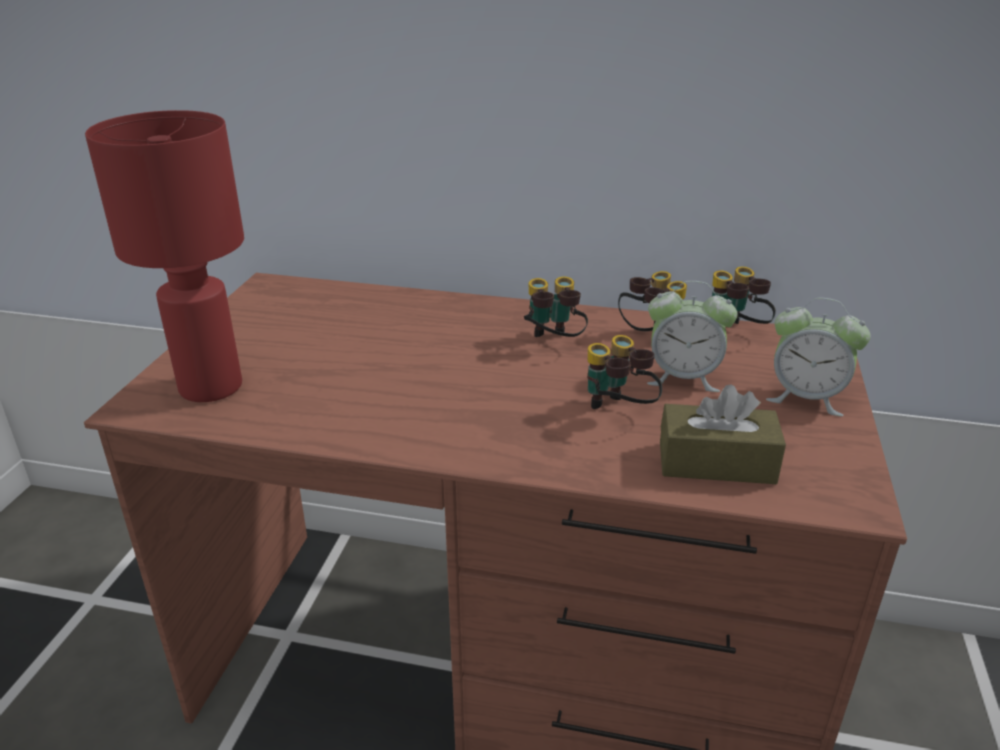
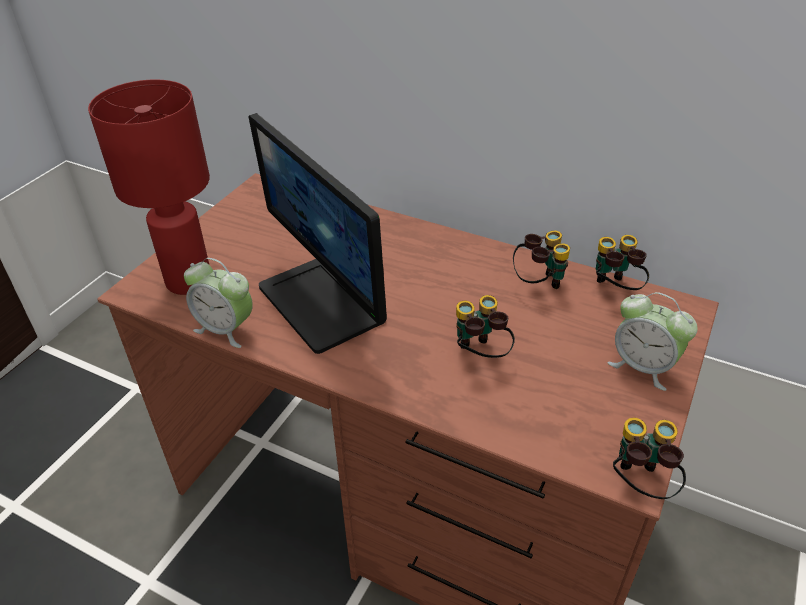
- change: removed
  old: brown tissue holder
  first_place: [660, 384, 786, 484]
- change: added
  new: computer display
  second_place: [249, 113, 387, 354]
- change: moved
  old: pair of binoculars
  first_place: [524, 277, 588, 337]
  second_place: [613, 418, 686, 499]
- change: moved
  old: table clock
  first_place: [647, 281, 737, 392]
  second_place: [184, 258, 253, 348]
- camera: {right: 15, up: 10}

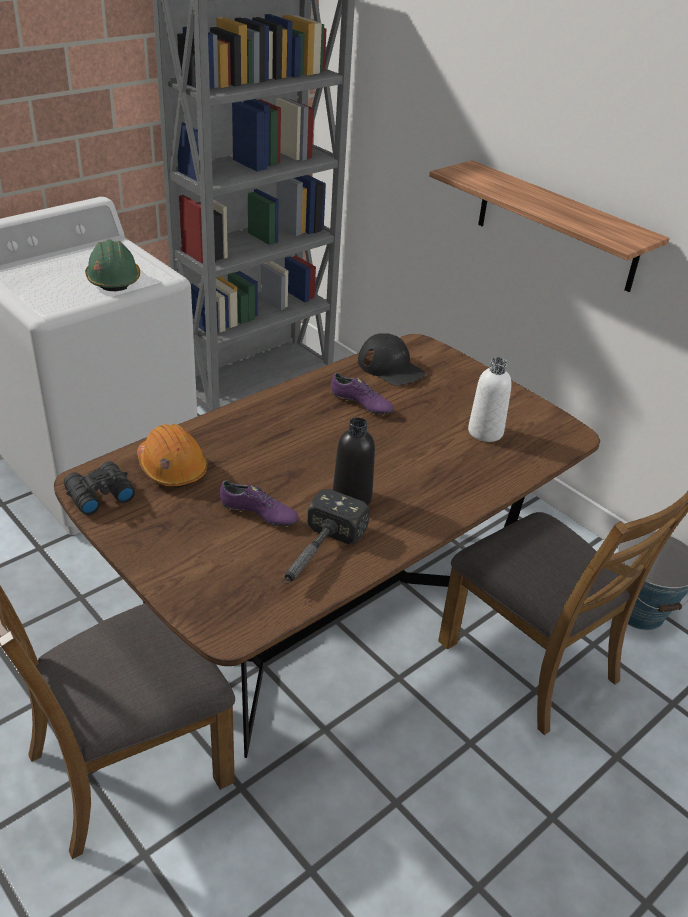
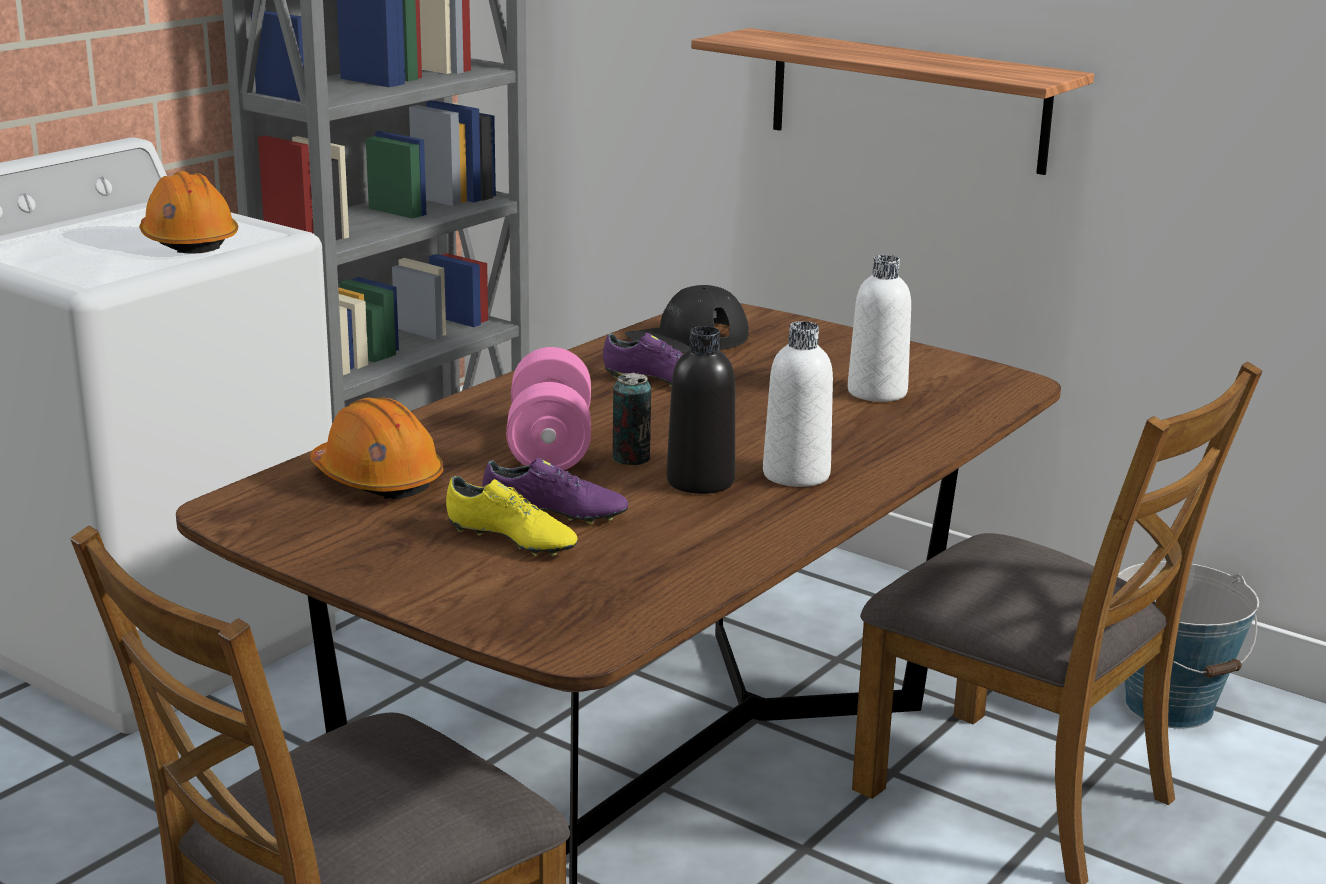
- change: removed
  old: blackish pair of binoculars
  first_place: [64, 461, 135, 515]
- change: removed
  old: tool hammer
  first_place: [282, 489, 370, 584]
- change: added
  new: yellow shoe
  second_place: [446, 476, 578, 556]
- change: added
  new: pink-coloured free weight
  second_place: [506, 347, 591, 470]
- change: added
  new: metal can
  second_place: [612, 373, 651, 465]
- change: added
  new: white drink bottle
  second_place: [763, 321, 833, 487]
- change: recoloured
  old: green-coloured work helmet
  new: orange-coloured work helmet
  first_place: [85, 239, 140, 291]
  second_place: [139, 171, 238, 254]
- change: turned
  old: blackish baseball cap
  first_place: [358, 333, 426, 386]
  second_place: [625, 285, 749, 353]
  degrees: 120
- camera: {right: -10, up: -15}

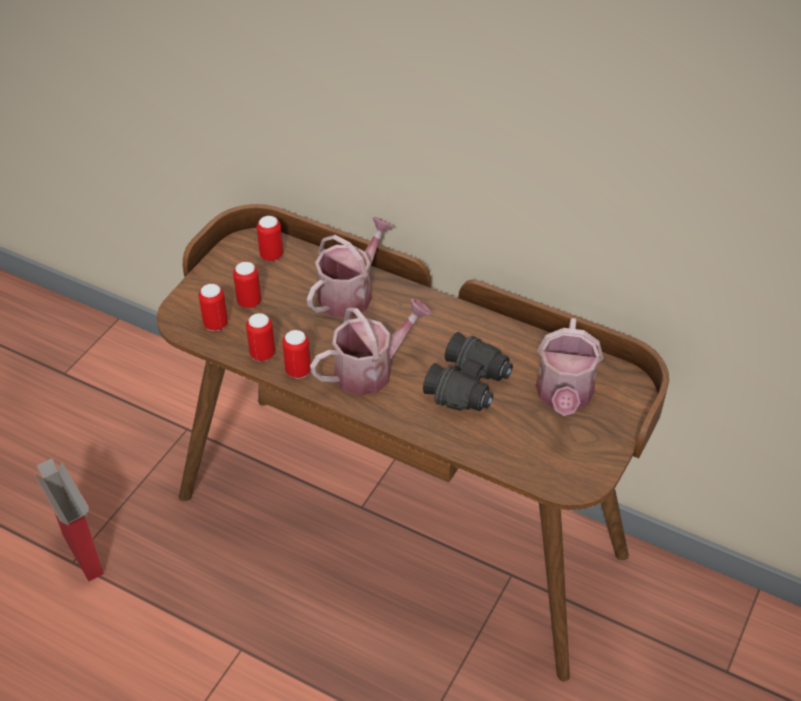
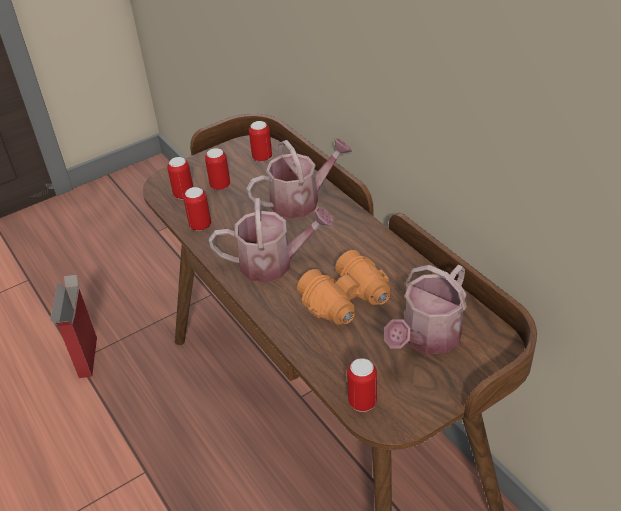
- change: moved
  old: metal can
  first_place: [282, 330, 311, 379]
  second_place: [347, 358, 377, 412]
- change: recoloured
  old: blackish pair of binoculars
  new: orange-coloured pair of binoculars
  first_place: [423, 332, 513, 411]
  second_place: [297, 250, 390, 325]
- camera: {right: 30, up: -5}

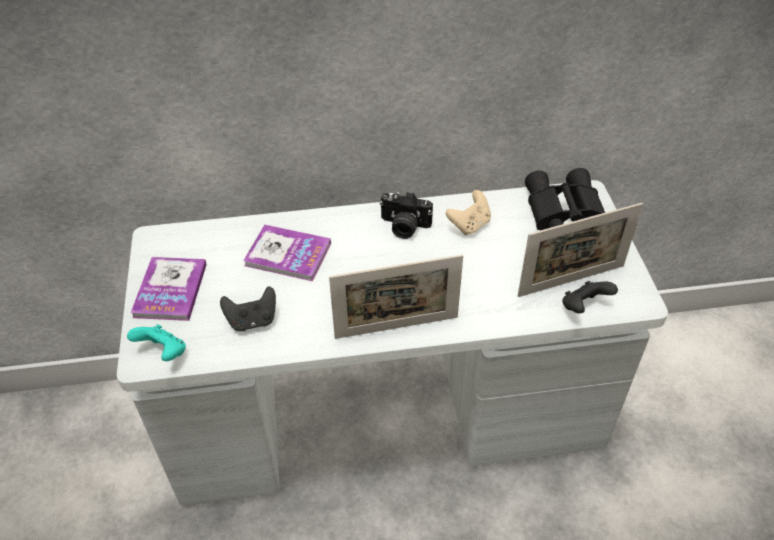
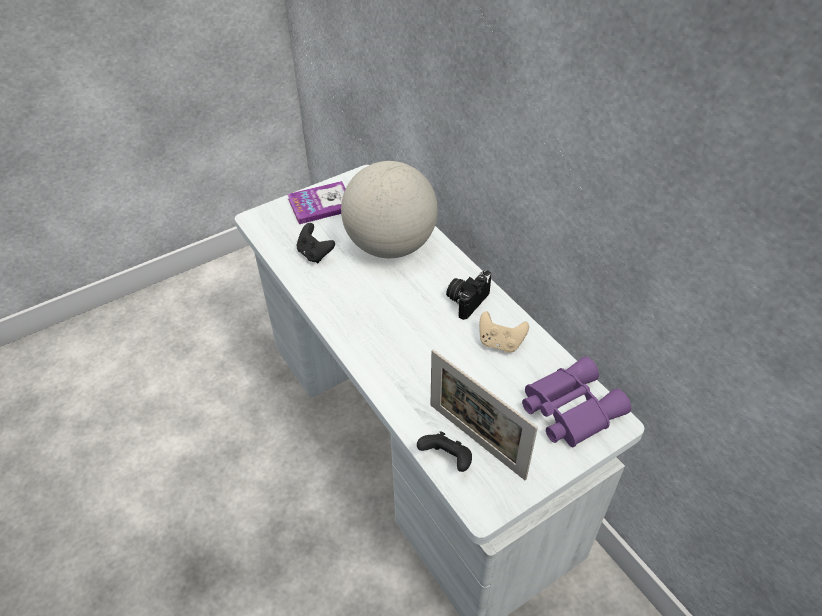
- change: removed
  old: blue-green joypad
  first_place: [127, 324, 186, 361]
- change: removed
  old: photo frame
  first_place: [329, 254, 463, 339]
- change: replaced
  old: volume
  new: world globe
  first_place: [243, 225, 331, 281]
  second_place: [341, 161, 438, 258]
- change: recoloured
  old: blackish pair of binoculars
  new: purple-coloured pair of binoculars
  first_place: [525, 168, 605, 230]
  second_place: [522, 356, 631, 448]
- change: turned
  old: photo camera
  first_place: [380, 192, 433, 239]
  second_place: [446, 270, 491, 320]
  degrees: 45
- camera: {right: 65, up: 0}

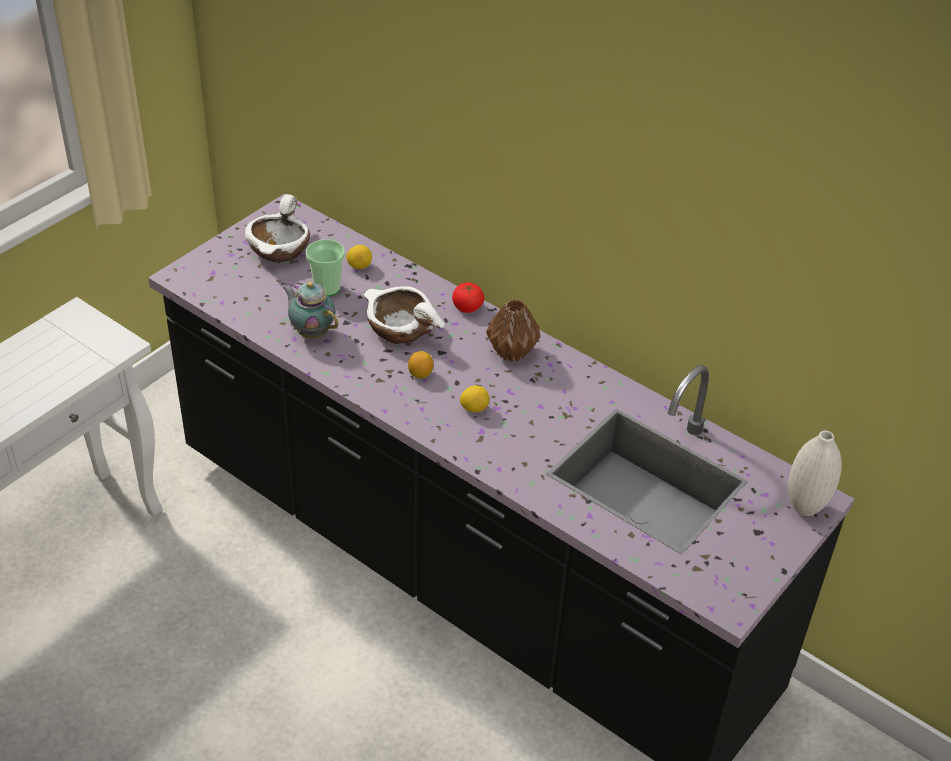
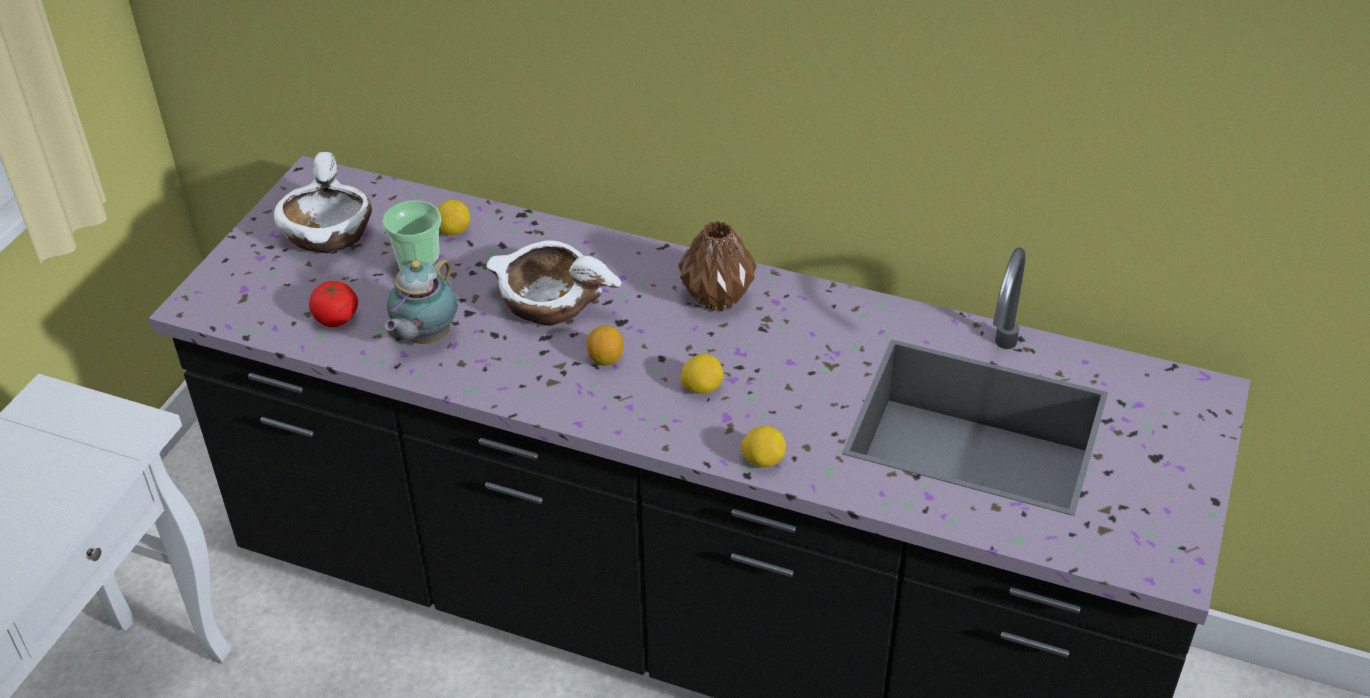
- change: removed
  old: white flower vase
  first_place: [788, 431, 842, 516]
- change: added
  new: citrus fruit
  second_place: [741, 426, 786, 467]
- change: moved
  old: whole tomato
  first_place: [452, 282, 484, 313]
  second_place: [309, 281, 358, 327]
- change: turned
  old: tea pot
  first_place: [282, 282, 338, 338]
  second_place: [385, 254, 457, 344]
  degrees: -90
- camera: {right: -15, up: 0}

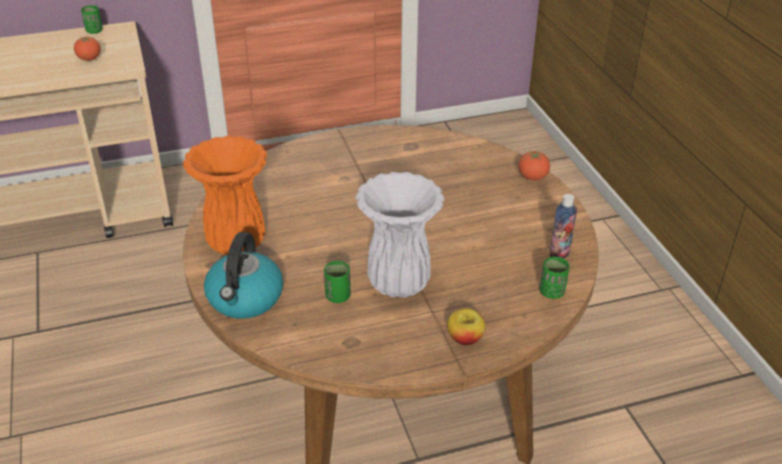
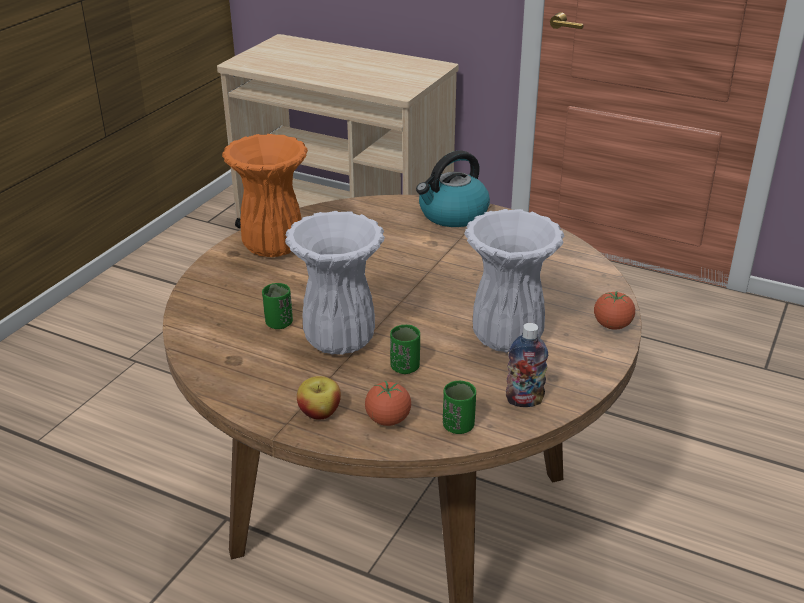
- change: added
  new: white flower vase
  second_place: [464, 209, 565, 353]
- change: moved
  old: whole tomato
  first_place: [74, 36, 101, 61]
  second_place: [365, 380, 411, 426]
- change: moved
  old: green-coloured drinking cup
  first_place: [81, 5, 102, 34]
  second_place: [390, 325, 420, 374]
- change: moved
  old: tea kettle
  first_place: [204, 232, 283, 319]
  second_place: [416, 151, 490, 227]
- camera: {right: 45, up: -5}

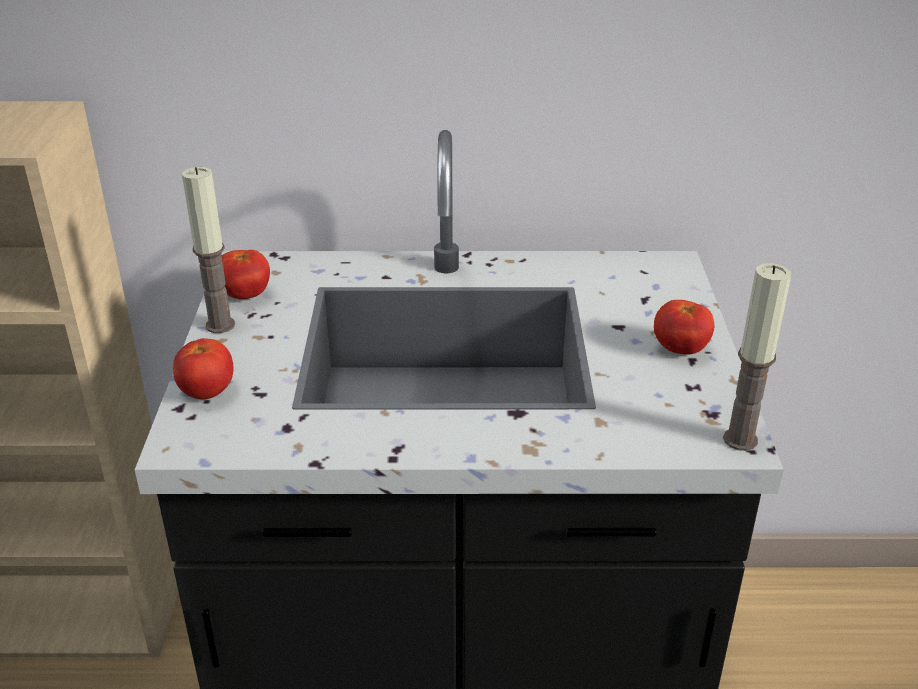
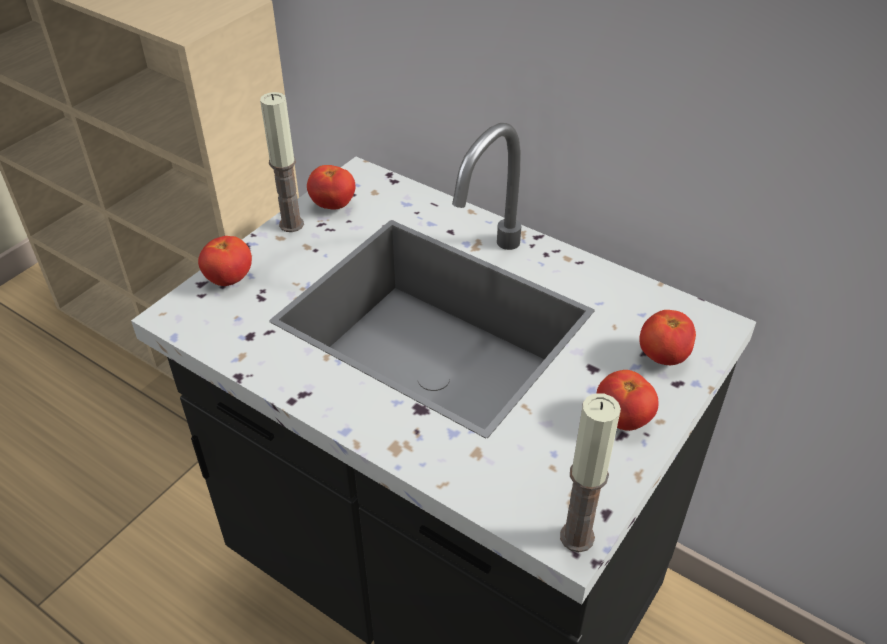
- change: added
  new: whole tomato
  second_place: [639, 310, 696, 365]
- camera: {right: 35, up: 10}

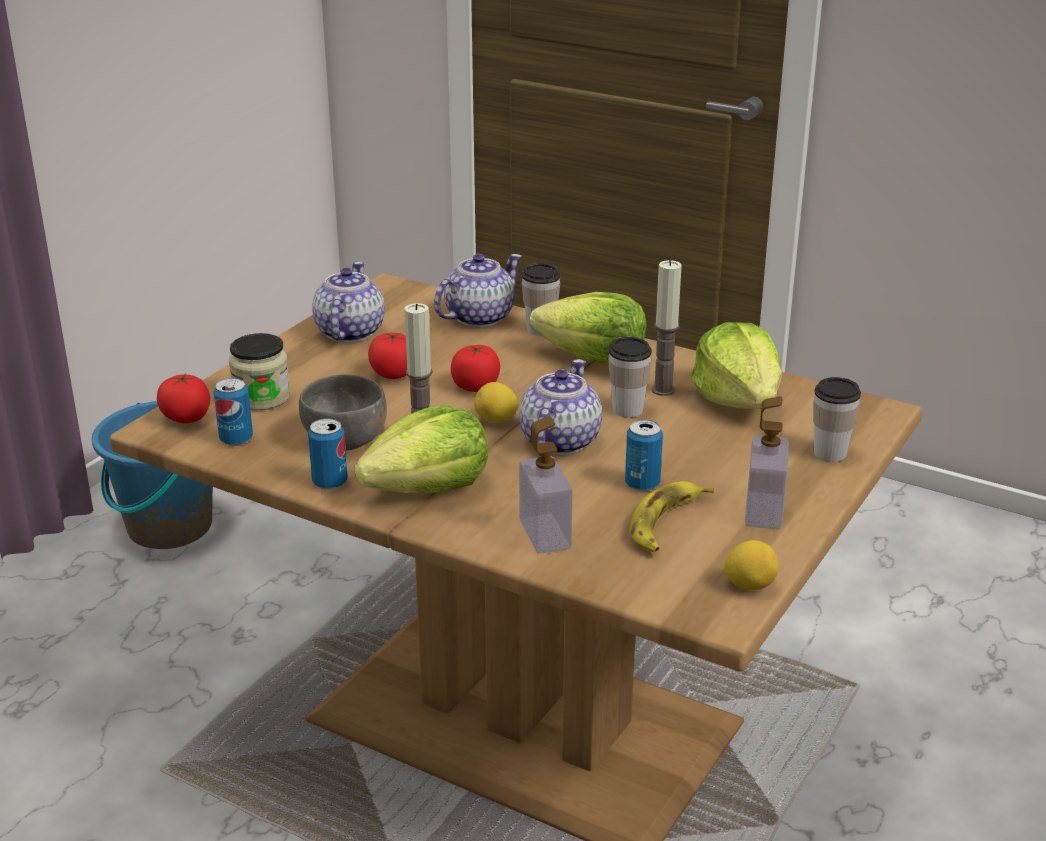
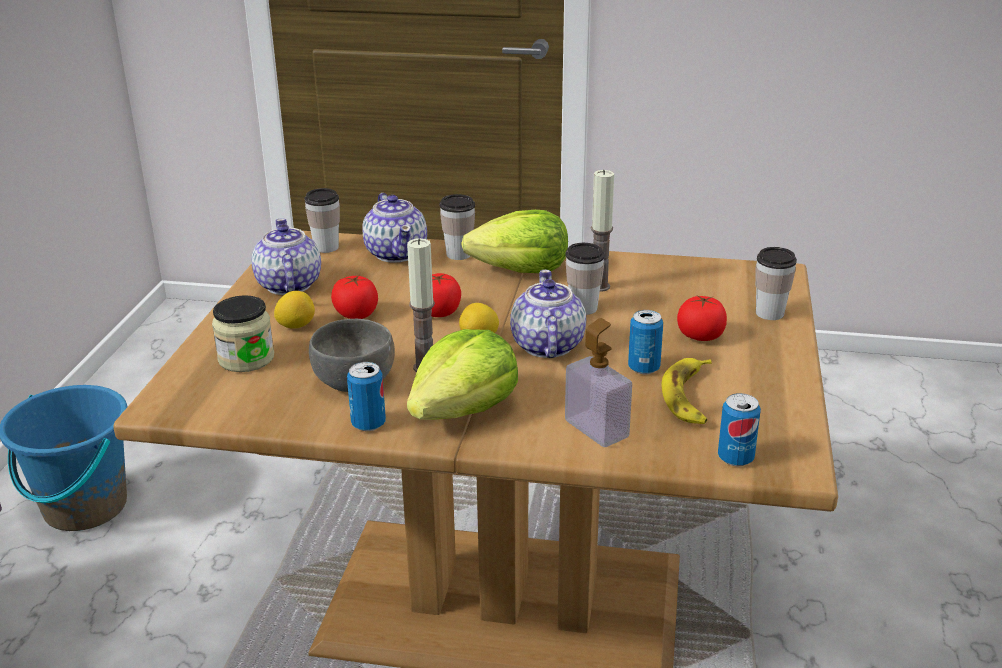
- change: removed
  old: lettuce
  first_place: [691, 322, 782, 409]
- change: removed
  old: soap dispenser
  first_place: [745, 396, 789, 529]
- change: added
  new: drinking cup
  second_place: [304, 188, 340, 253]
- change: moved
  old: whole tomato
  first_place: [157, 373, 210, 423]
  second_place: [677, 295, 727, 341]
- change: moved
  old: metal can
  first_place: [214, 378, 253, 446]
  second_place: [718, 393, 761, 466]
- change: moved
  old: citrus fruit
  first_place: [724, 540, 778, 590]
  second_place: [274, 291, 315, 329]
- change: turned
  old: tea pot
  first_place: [434, 254, 522, 327]
  second_place: [362, 193, 427, 263]
  degrees: 135
- camera: {right: -20, up: 0}

